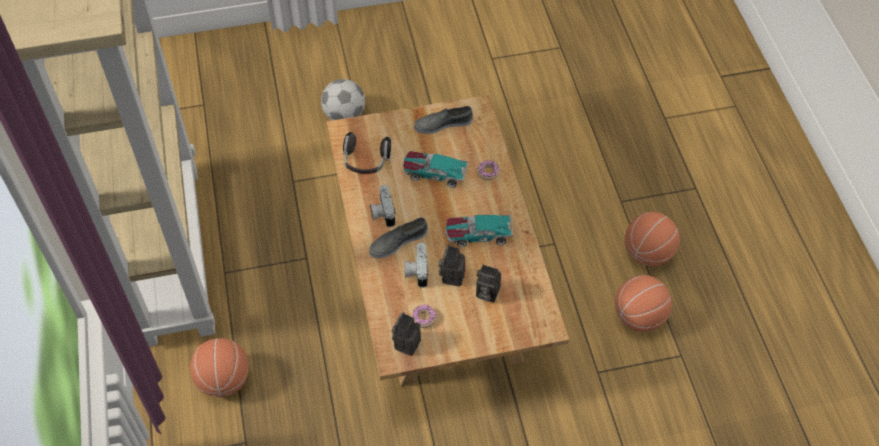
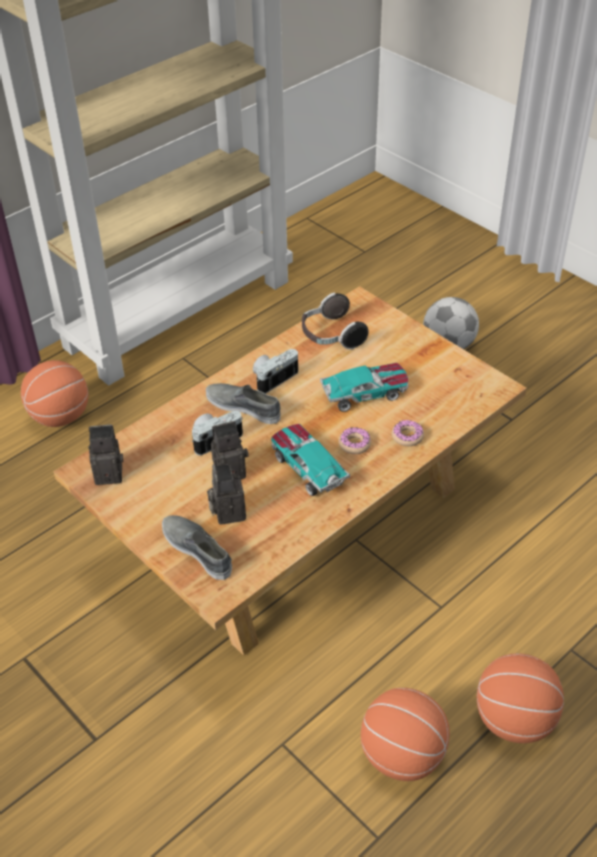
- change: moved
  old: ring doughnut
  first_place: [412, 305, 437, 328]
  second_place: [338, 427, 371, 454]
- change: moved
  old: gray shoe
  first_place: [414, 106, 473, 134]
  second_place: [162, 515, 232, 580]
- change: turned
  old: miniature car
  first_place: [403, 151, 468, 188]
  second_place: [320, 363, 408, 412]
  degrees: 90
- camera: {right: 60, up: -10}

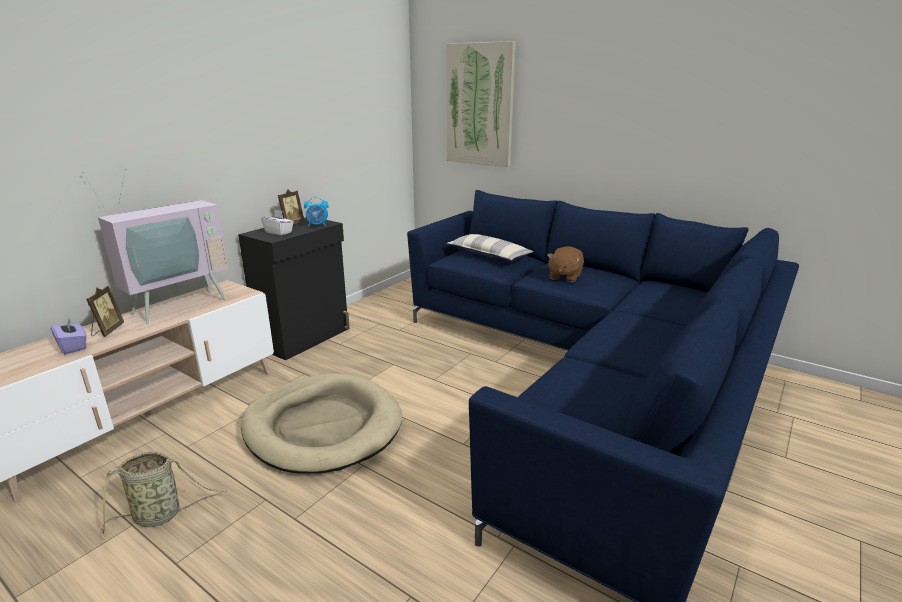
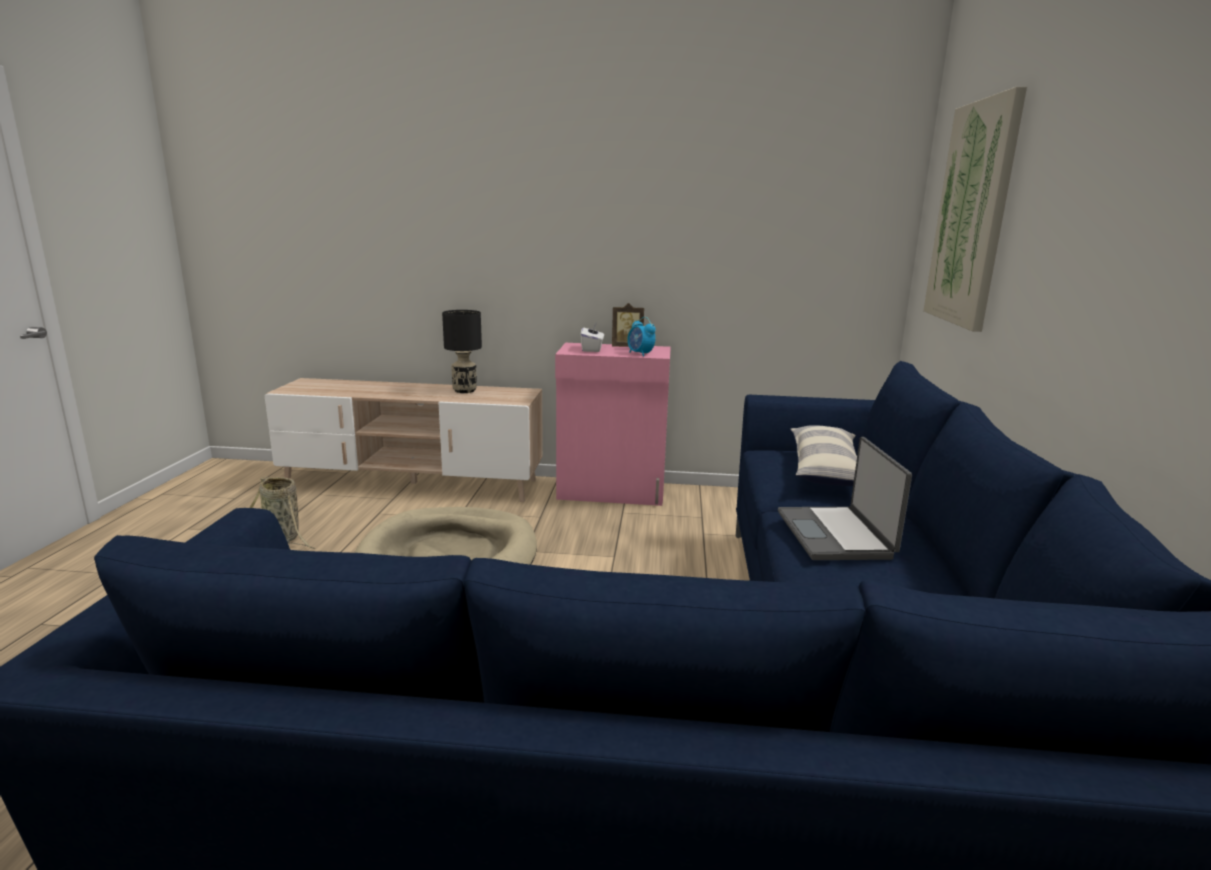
- change: removed
  old: purple-coloured tissue holder
  first_place: [51, 318, 87, 355]
- change: removed
  old: photo frame
  first_place: [86, 286, 124, 337]
- change: replaced
  old: TV
  new: blackish lamp for a table
  first_place: [82, 169, 228, 325]
  second_place: [442, 310, 482, 393]
- change: replaced
  old: brown cuddly toy
  new: notebook computer
  first_place: [547, 246, 584, 282]
  second_place: [778, 437, 912, 560]
- change: recoloured
  old: blackish storage cabinet
  new: pink-coloured storage cabinet
  first_place: [238, 217, 350, 360]
  second_place: [555, 343, 671, 506]
- camera: {right: 60, up: -5}

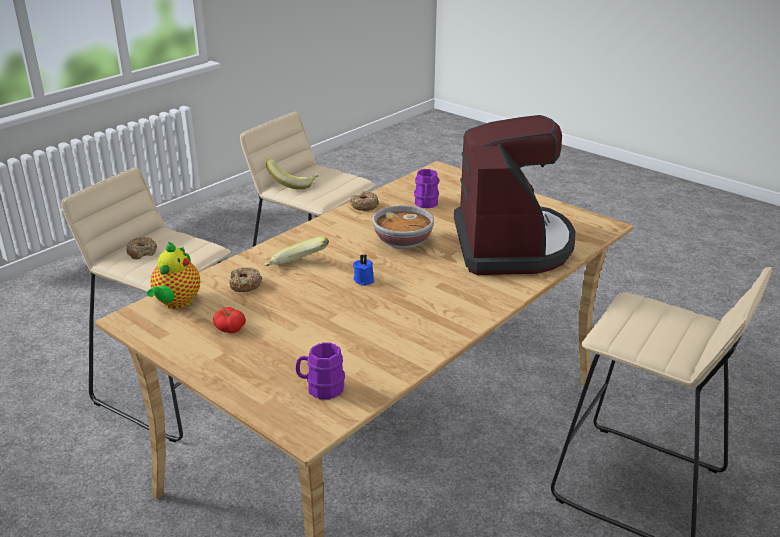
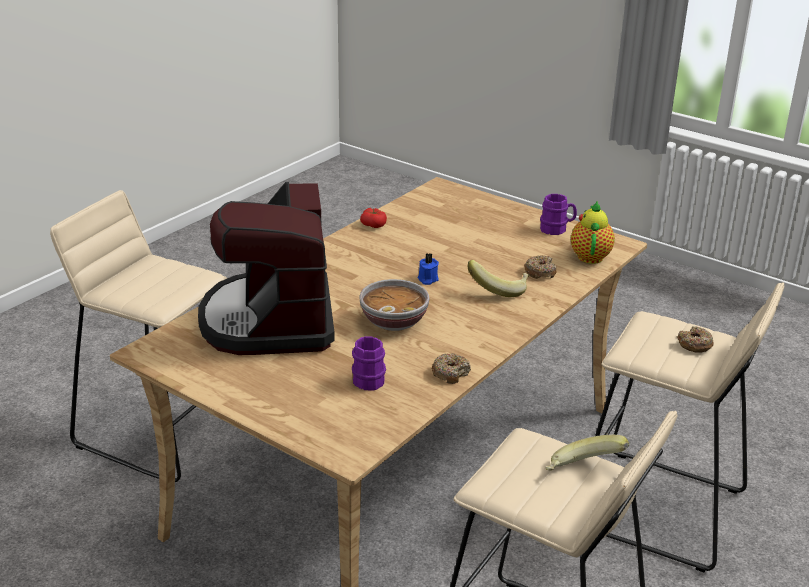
- change: moved
  old: whole tomato
  first_place: [213, 307, 246, 333]
  second_place: [360, 208, 387, 228]
- change: moved
  old: purple-coloured mug
  first_place: [296, 342, 345, 400]
  second_place: [540, 194, 577, 235]
- camera: {right: 175, up: 0}

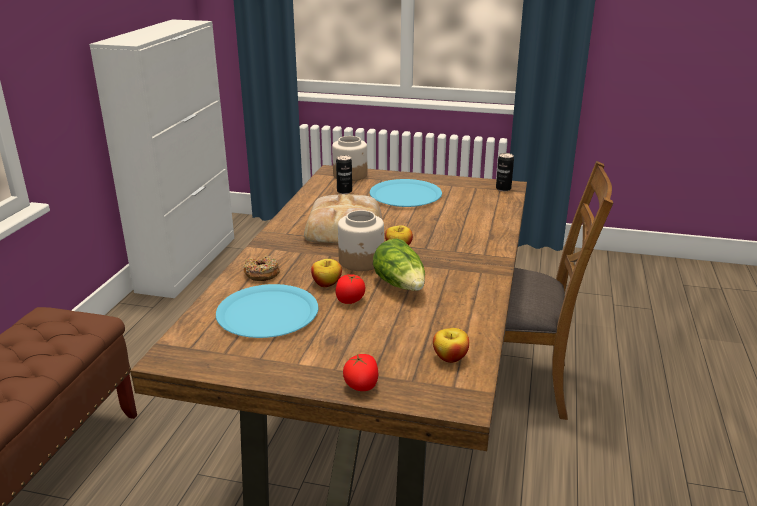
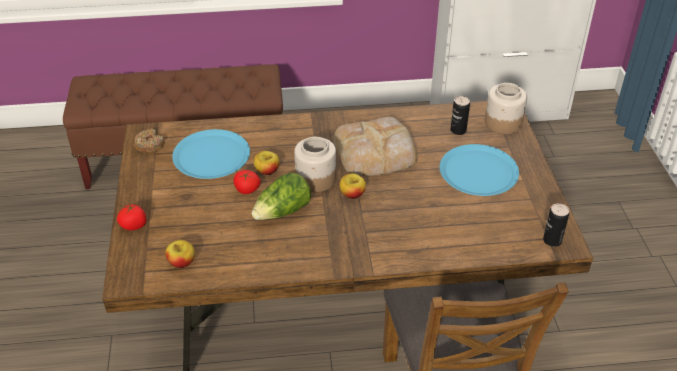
- change: moved
  old: ring doughnut
  first_place: [243, 256, 280, 281]
  second_place: [134, 129, 164, 154]
- camera: {right: 70, up: 15}

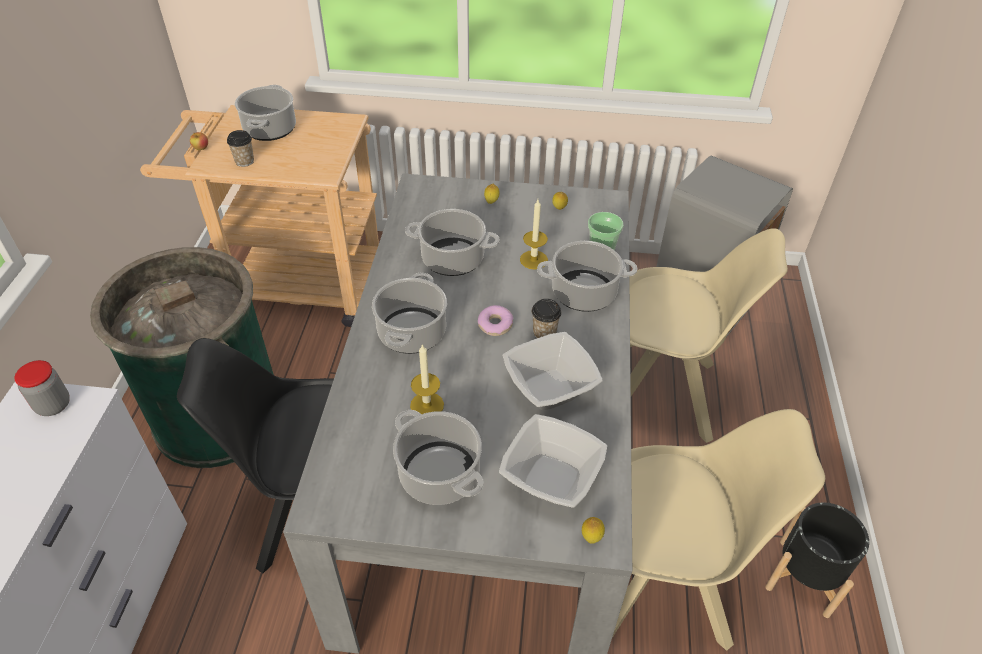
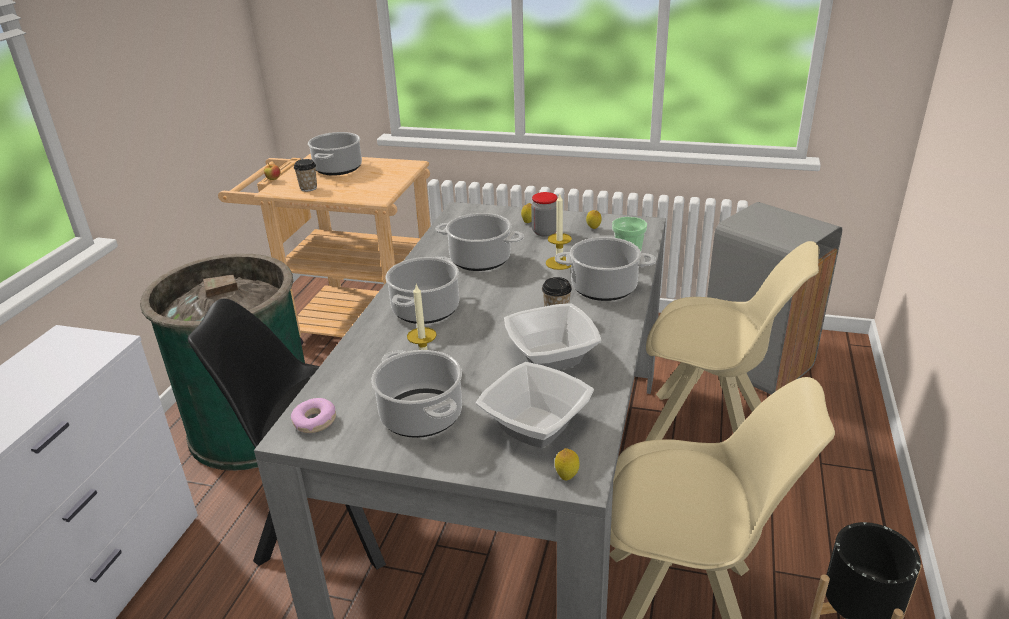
- change: moved
  old: jar
  first_place: [14, 360, 70, 416]
  second_place: [531, 192, 558, 237]
- change: moved
  old: ring doughnut
  first_place: [478, 305, 513, 336]
  second_place: [291, 398, 336, 433]
- camera: {right: 10, up: -15}

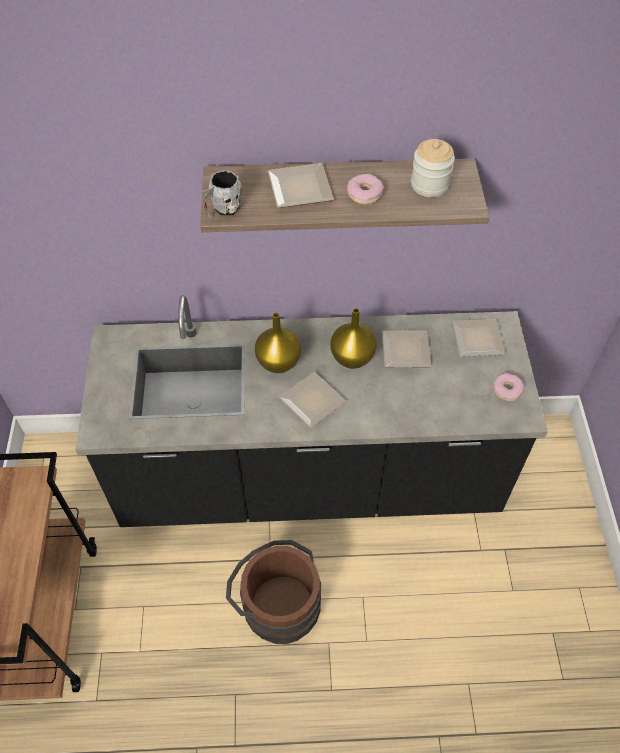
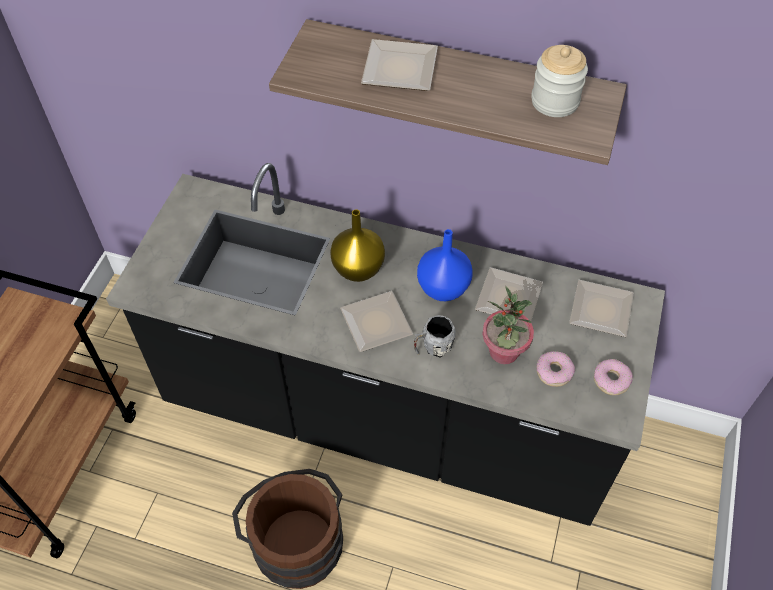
- change: added
  new: plant in a pot
  second_place: [482, 286, 534, 364]
- change: moved
  old: gray mug
  first_place: [202, 170, 242, 218]
  second_place: [414, 315, 456, 358]
- change: moved
  old: ring doughnut
  first_place: [347, 174, 384, 205]
  second_place: [537, 351, 575, 387]
- change: recoloured
  old: yellow flower vase
  new: bluish flower vase
  first_place: [331, 308, 377, 369]
  second_place: [417, 229, 473, 301]
- camera: {right: 20, up: 0}

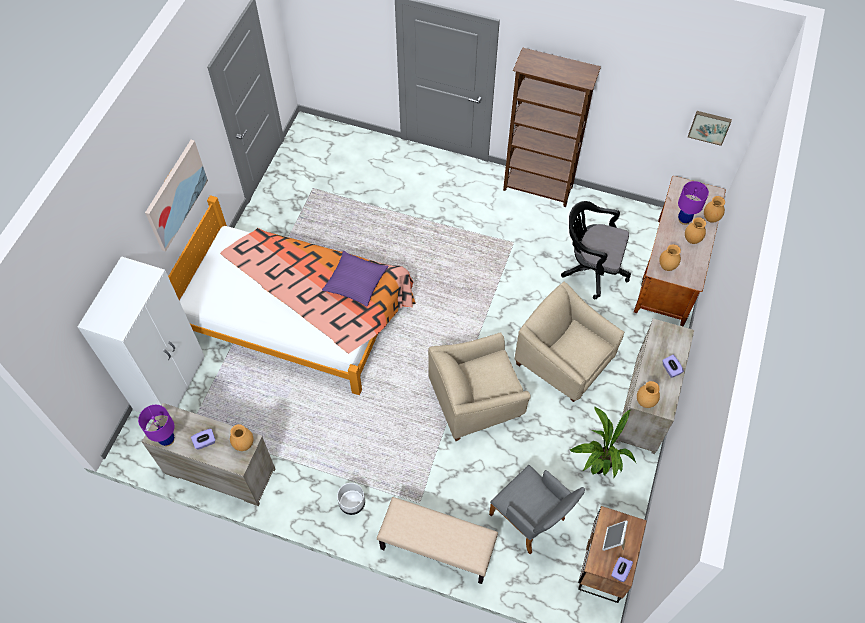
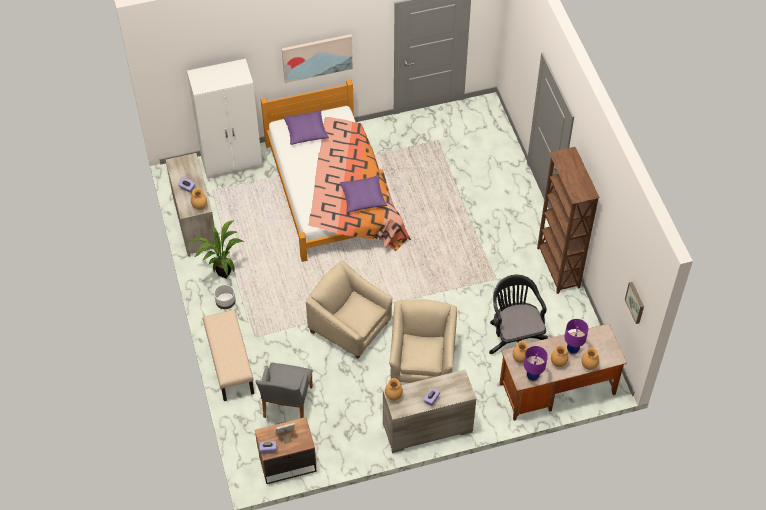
- change: added
  new: purple-coloured throw pillow
  second_place: [283, 110, 329, 145]
- change: moved
  old: purple-coloured lamp for a table
  first_place: [138, 405, 175, 446]
  second_place: [524, 346, 548, 382]
- change: moved
  old: plant in a pot
  first_place: [570, 407, 636, 478]
  second_place: [189, 221, 245, 279]
- camera: {right: 55, up: -5}

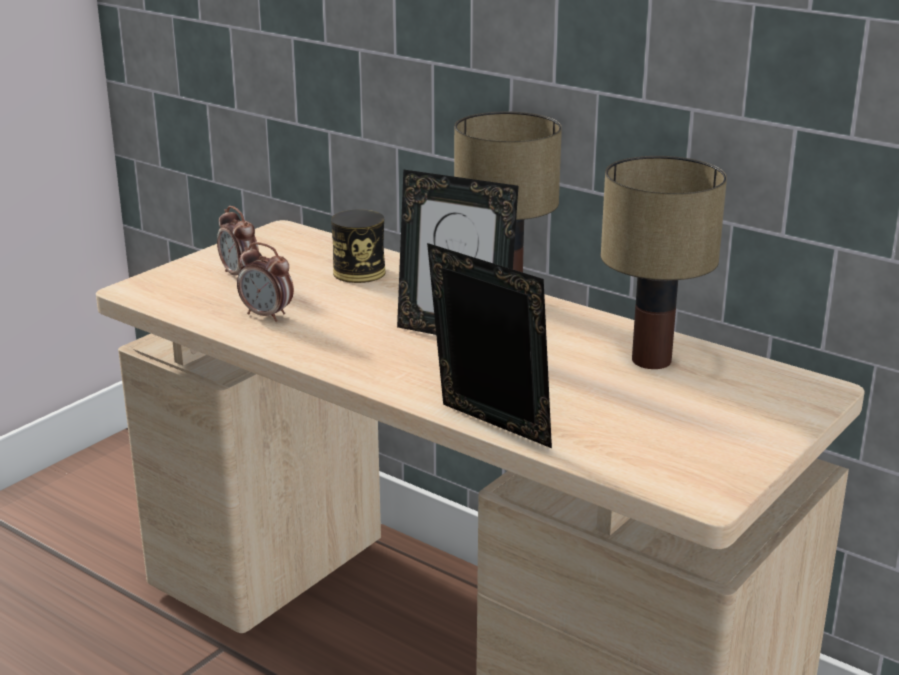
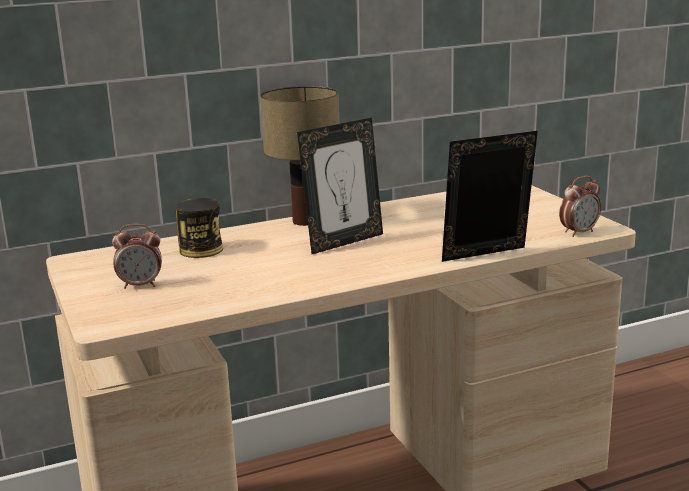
- change: removed
  old: lamp for a table
  first_place: [601, 156, 727, 369]
- change: moved
  old: table clock
  first_place: [237, 242, 294, 322]
  second_place: [559, 176, 601, 237]
- camera: {right: -60, up: -5}

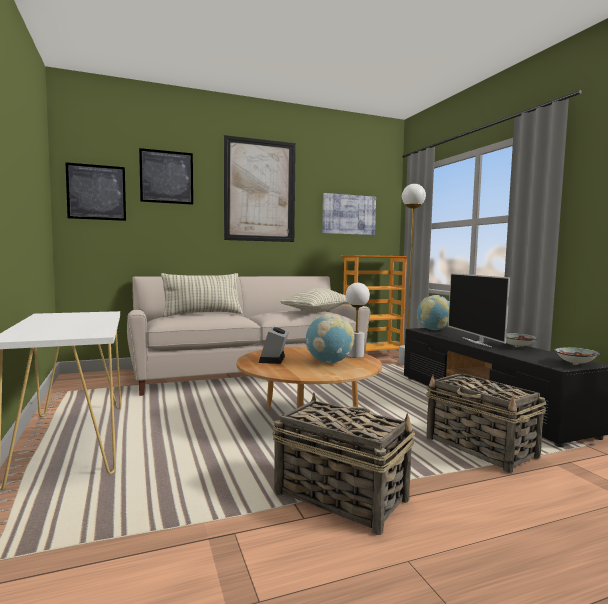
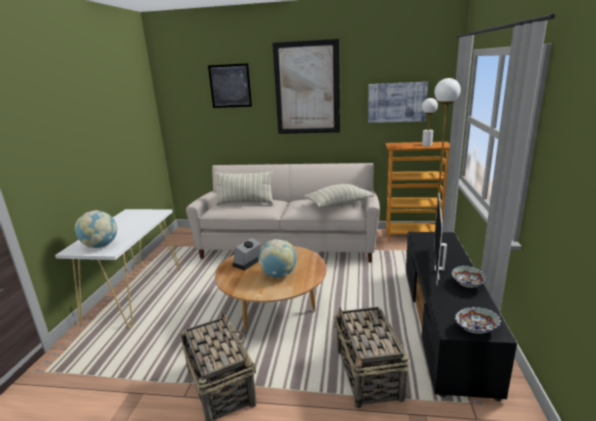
- change: removed
  old: wall art
  first_place: [65, 162, 126, 221]
- change: moved
  old: white lamp for a table
  first_place: [346, 283, 370, 358]
  second_place: [422, 98, 438, 146]
- change: moved
  old: world globe
  first_place: [417, 295, 449, 330]
  second_place: [75, 210, 117, 248]
- camera: {right: 30, up: 15}

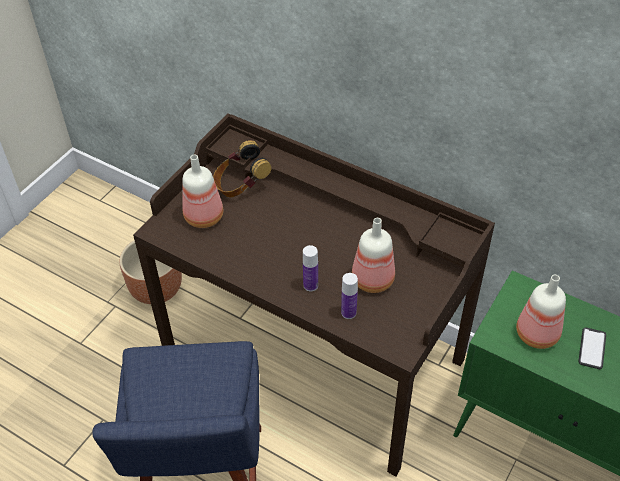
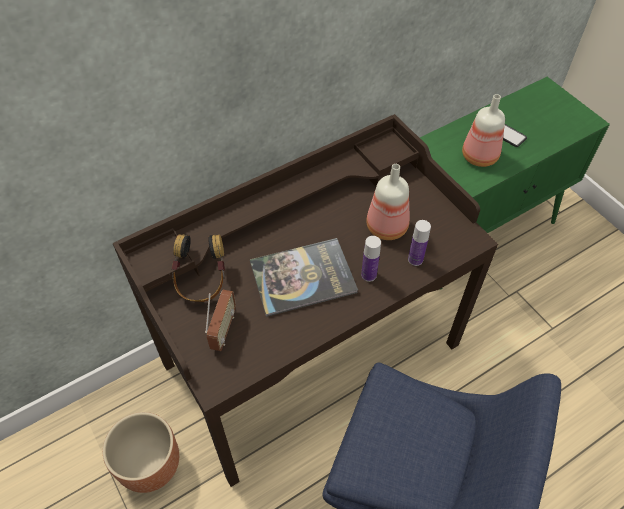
- change: added
  new: volume
  second_place: [250, 238, 358, 317]
- change: replaced
  old: drink bottle
  new: radio set
  first_place: [182, 154, 223, 228]
  second_place: [205, 290, 236, 351]
- camera: {right: -65, up: 5}

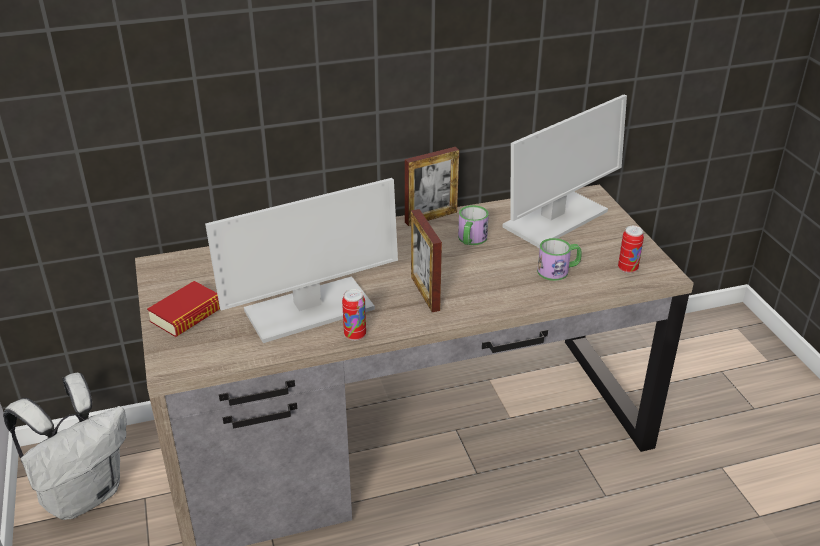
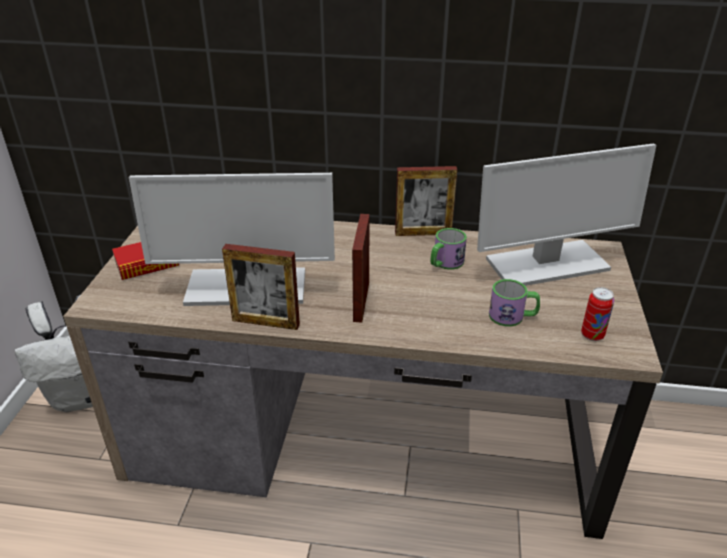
- change: replaced
  old: metal can
  new: photo frame
  first_place: [342, 289, 366, 341]
  second_place: [222, 244, 300, 330]
- camera: {right: 25, up: 0}

